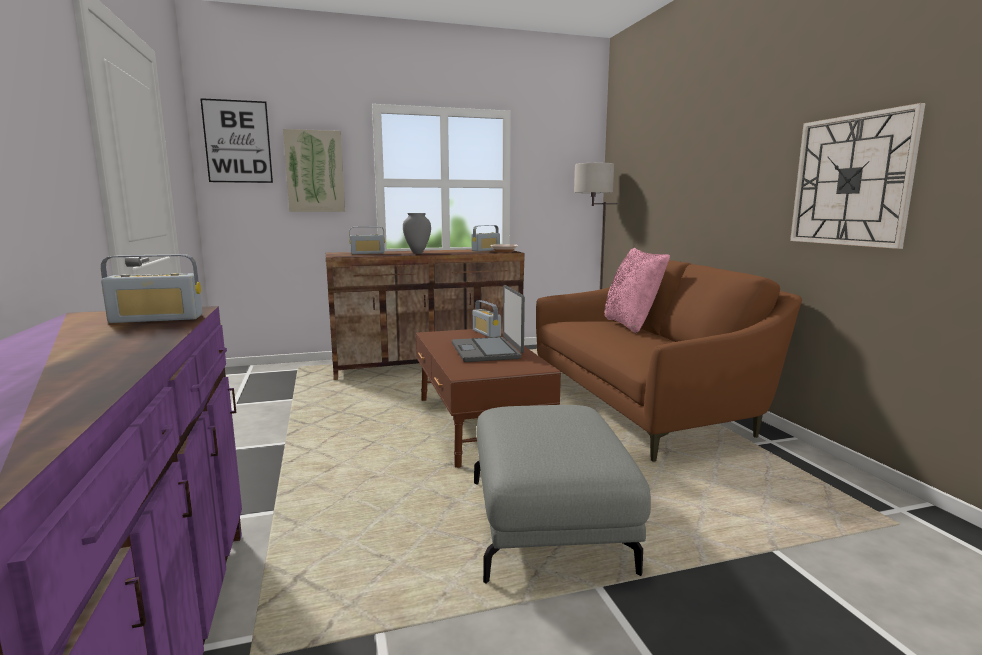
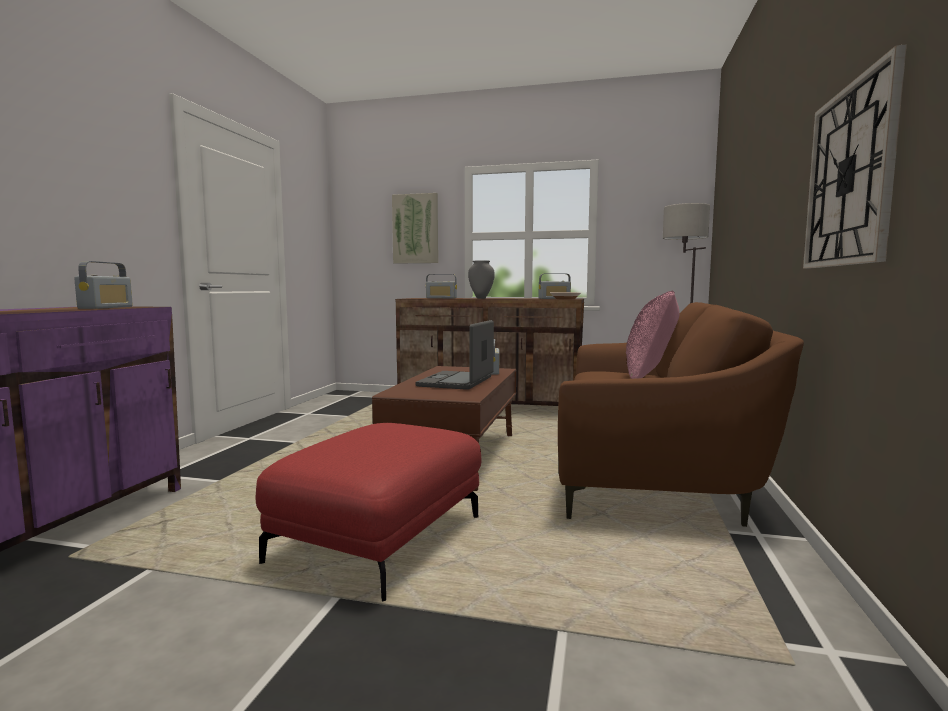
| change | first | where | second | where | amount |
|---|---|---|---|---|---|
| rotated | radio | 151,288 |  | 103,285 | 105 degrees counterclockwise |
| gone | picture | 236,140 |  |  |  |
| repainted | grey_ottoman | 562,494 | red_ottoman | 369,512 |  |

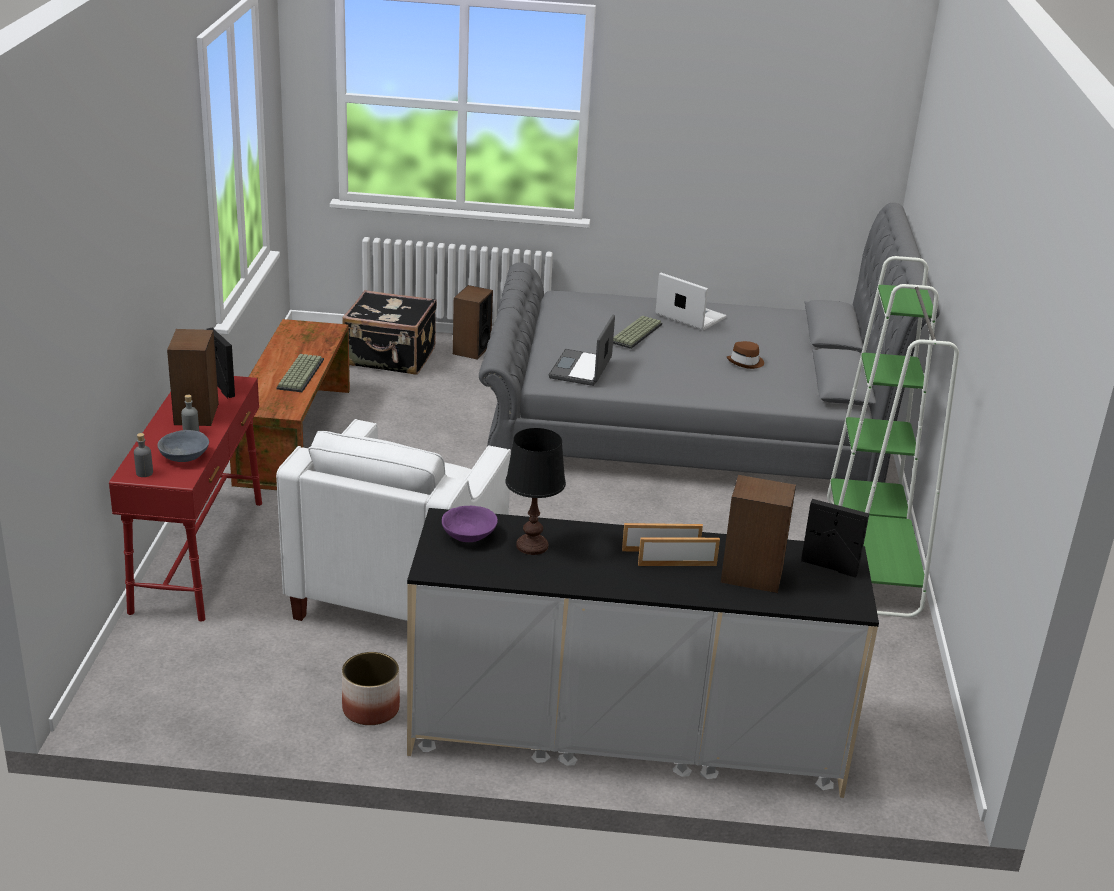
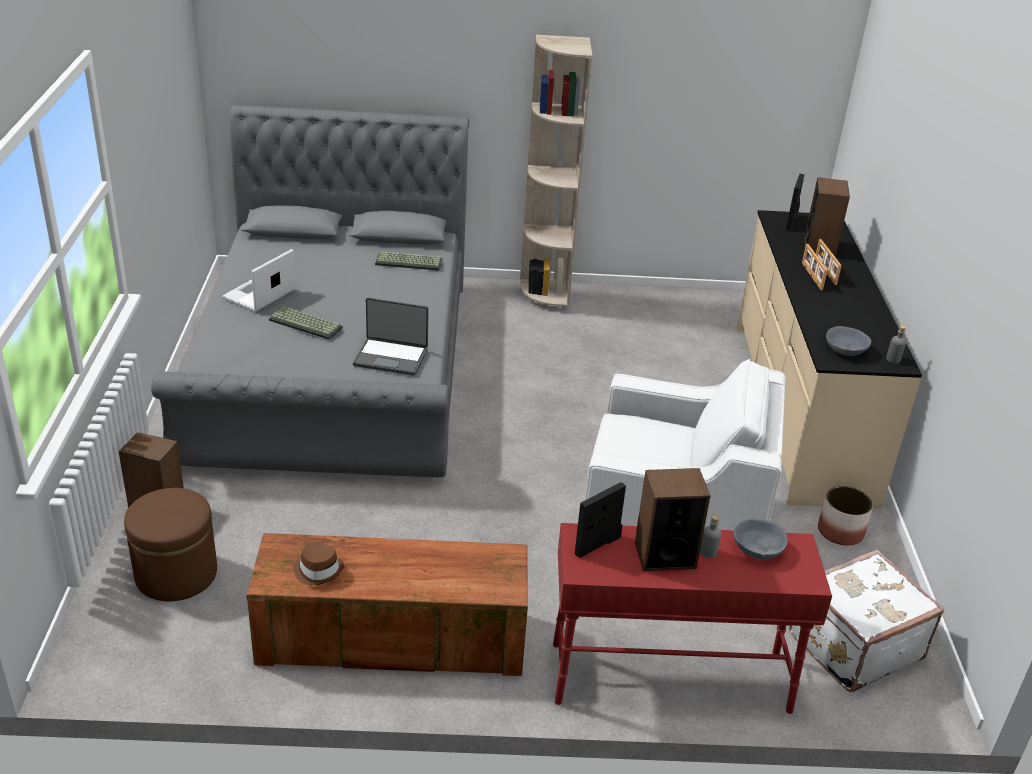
| change | first | where | second | where | amount |
|---|---|---|---|---|---|
| shifted | grey_bottle | 143,455 |  | 896,344 |  |
| shifted | keyboard | 300,373 |  | 408,261 |  |
| swapped | black_suitcase | 389,332 | brown_ottoman | 170,544 |  |
| repainted | purple_bowl | 470,524 | grey_bowl | 848,341 |  |
| gone | black_table_lamp | 535,491 |  |  |  |
| shifted | brown_hat | 745,355 |  | 318,564 |  |
| swapped | green_clothes_rack | 893,437 | beige_bookcase | 556,172 |  |
| new |  |  | white_suitcase | 866,620 |  |

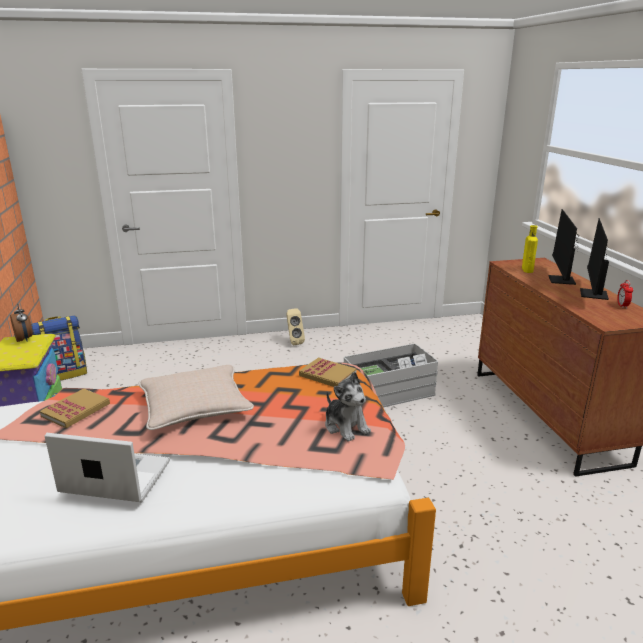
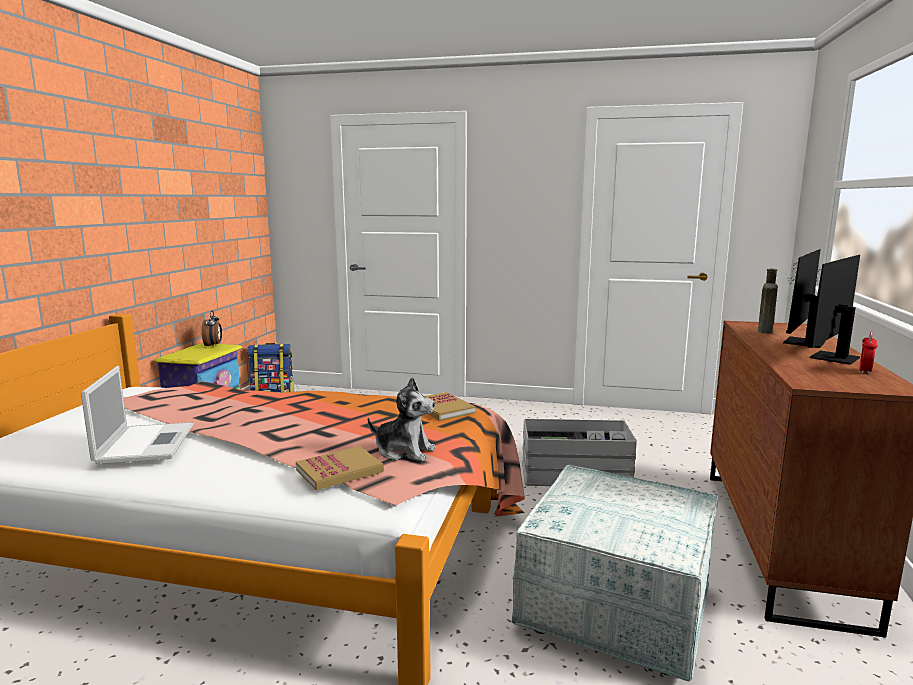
| change | first | where | second | where | amount |
|---|---|---|---|---|---|
| shifted | book | 75,408 |  | 340,468 |  |
| rotated | laptop | 107,468 |  | 137,415 | 45 degrees clockwise |
| gone | beige_pillow | 196,397 |  |  |  |
| gone | beige_speaker | 295,326 |  |  |  |
| rotated | plush_toy | 348,407 |  | 402,419 | 60 degrees counterclockwise |
| repainted | yellow_bottle | 530,249 | brown_bottle | 768,301 |  |
| new |  |  | white_ottoman | 615,573 |  |

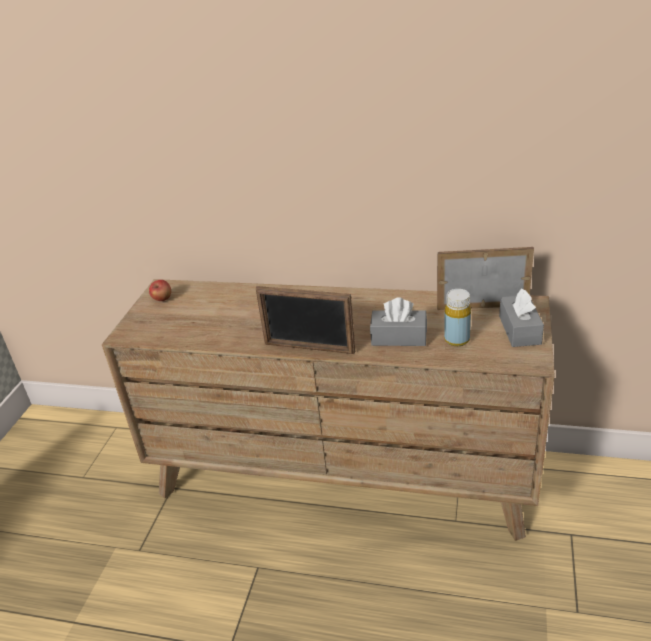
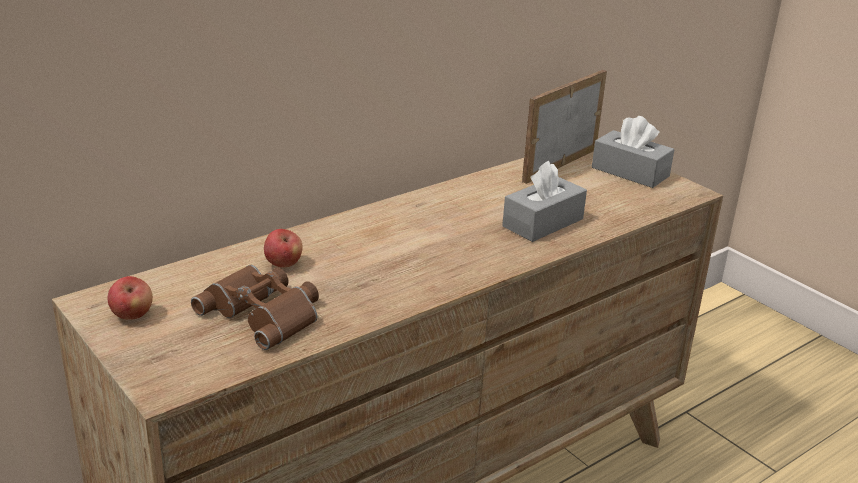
| change | first | where | second | where | amount |
|---|---|---|---|---|---|
| gone | picture_frame | 305,320 |  |  |  |
| gone | yellow_bottle | 457,317 |  |  |  |
| new |  |  | brown_binoculars | 255,307 |  |
| new |  |  | apple | 283,248 |  |

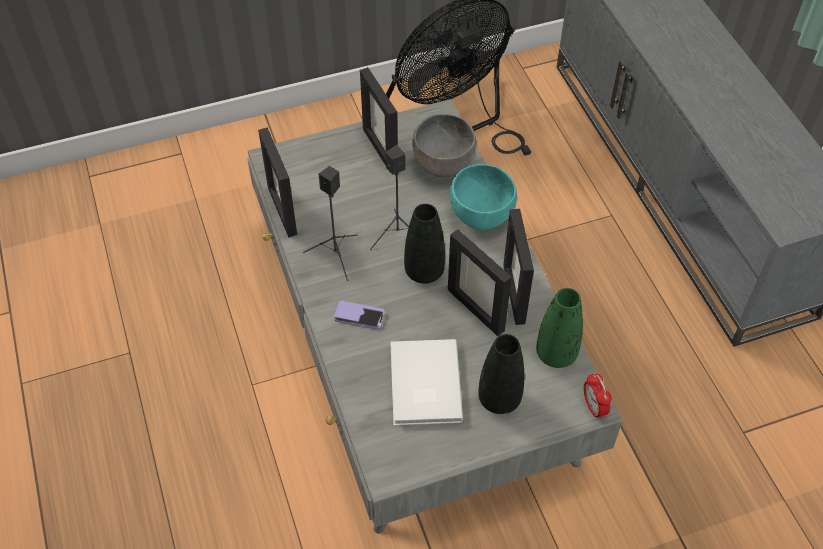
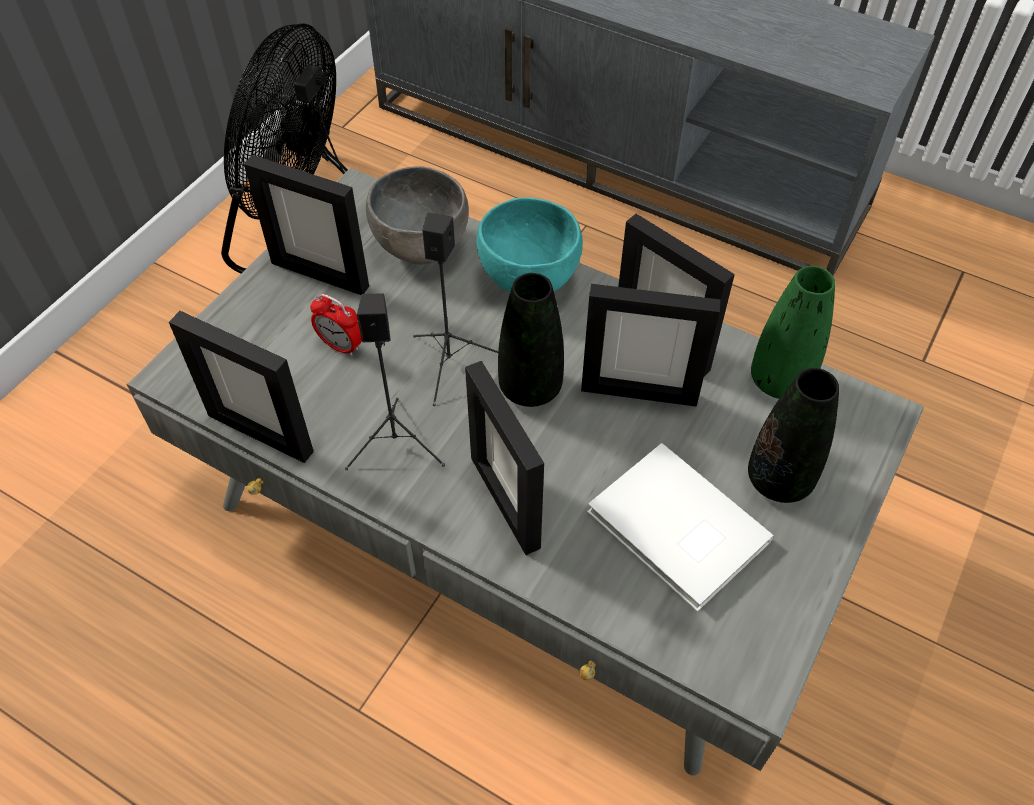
| change | first | where | second | where | amount |
|---|---|---|---|---|---|
| swapped | phone | 359,315 | picture_frame | 504,458 |  |
| shifted | alarm_clock | 598,396 |  | 336,325 |  |

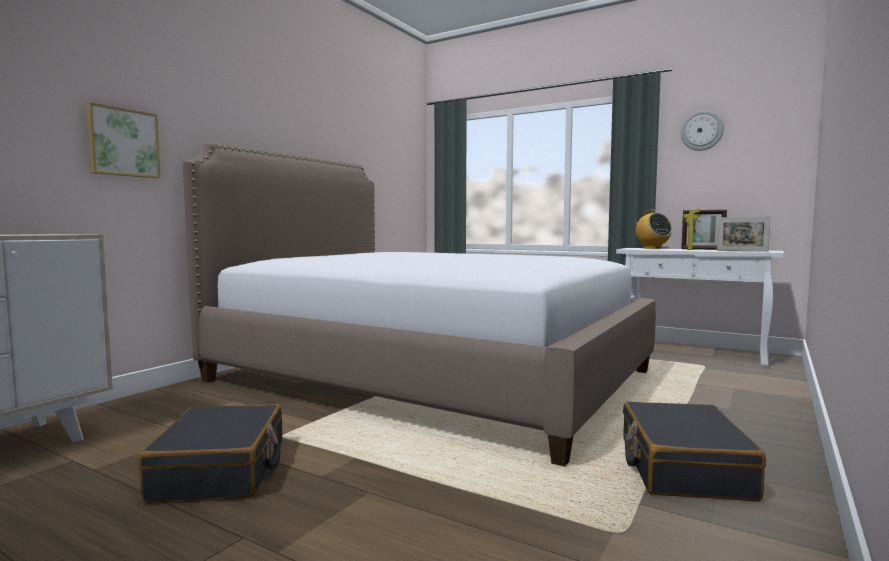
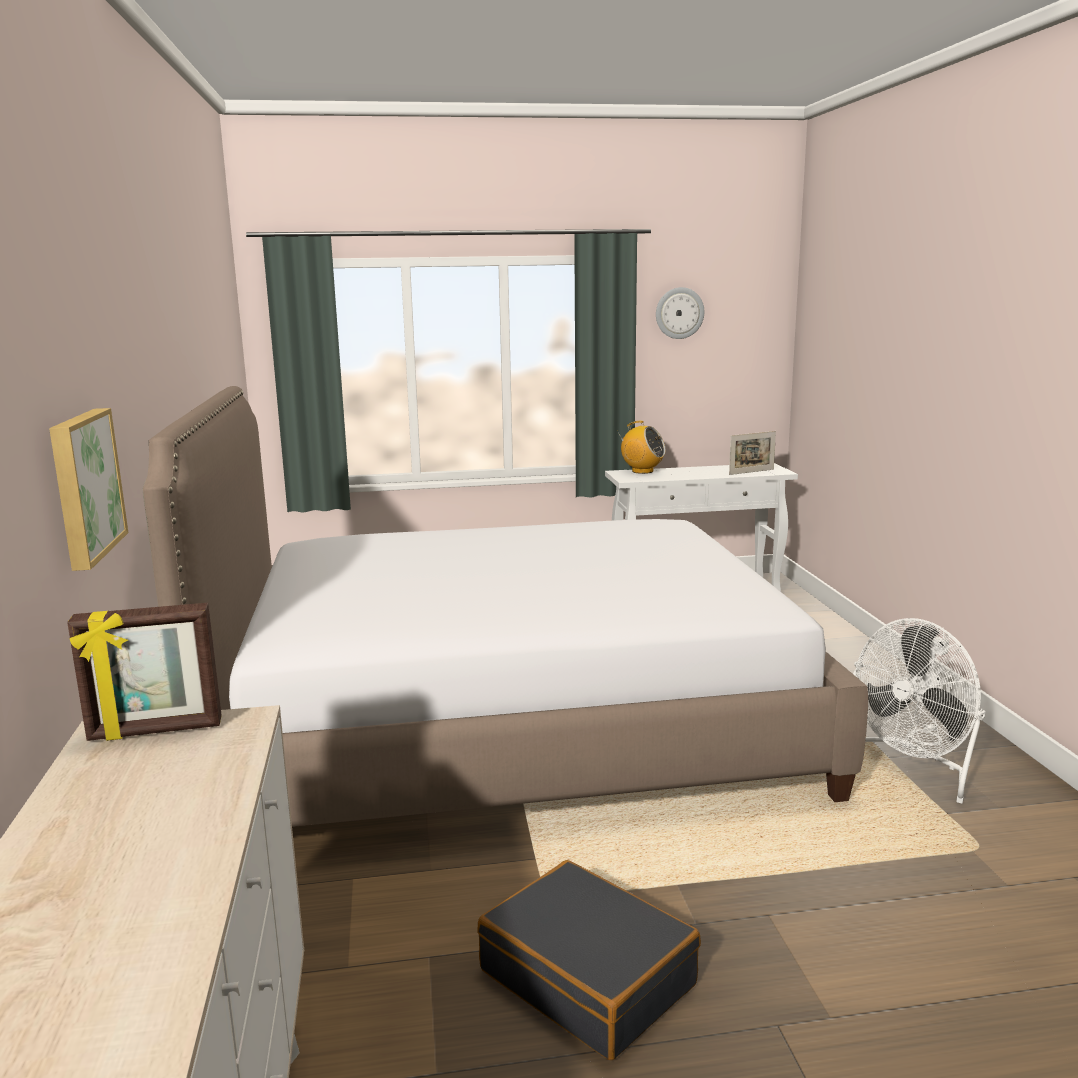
| change | first | where | second | where | amount |
|---|---|---|---|---|---|
| swapped | black_suitcase | 694,451 | white_fan | 919,711 |  |
| shifted | picture_frame | 704,229 |  | 144,672 |  |

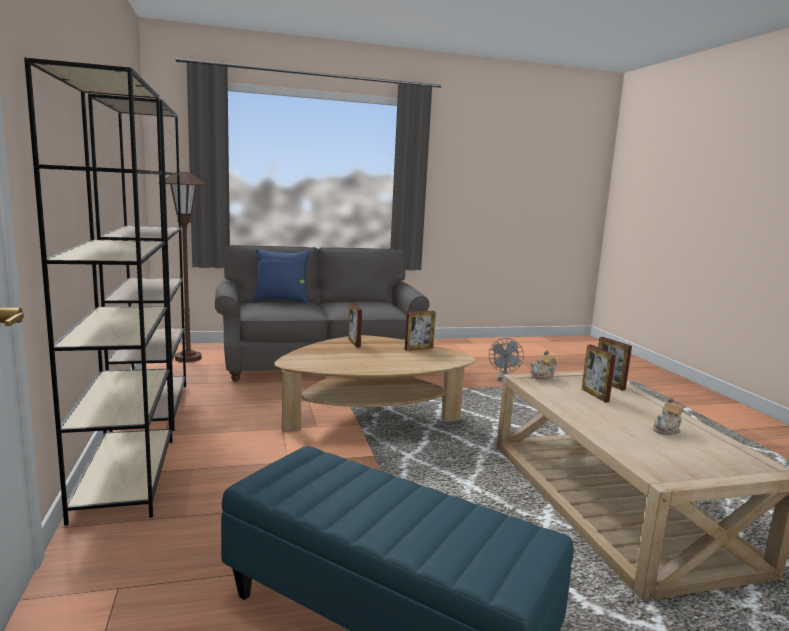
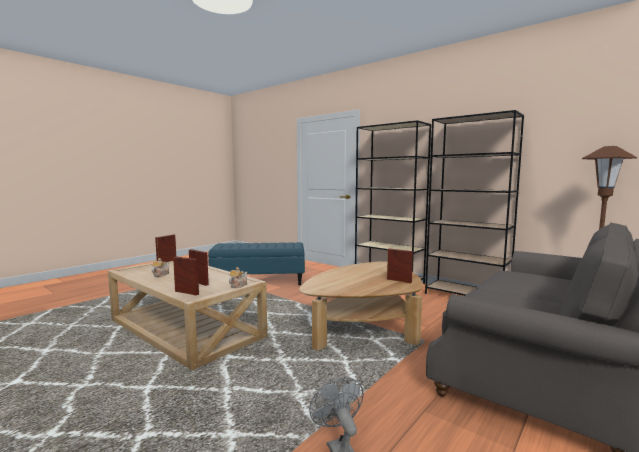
| change | first | where | second | where | amount |
|---|---|---|---|---|---|
| gone | blue_pillow | 282,276 |  |  |  |
| shifted | picture_frame | 420,331 |  | 165,249 |  |

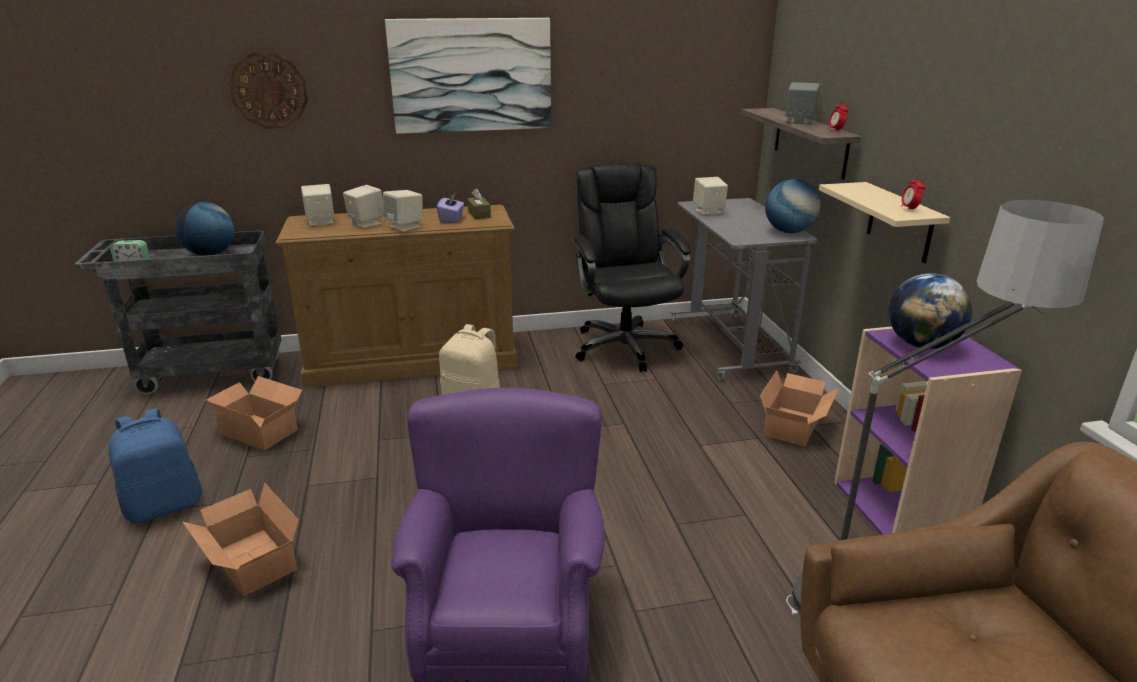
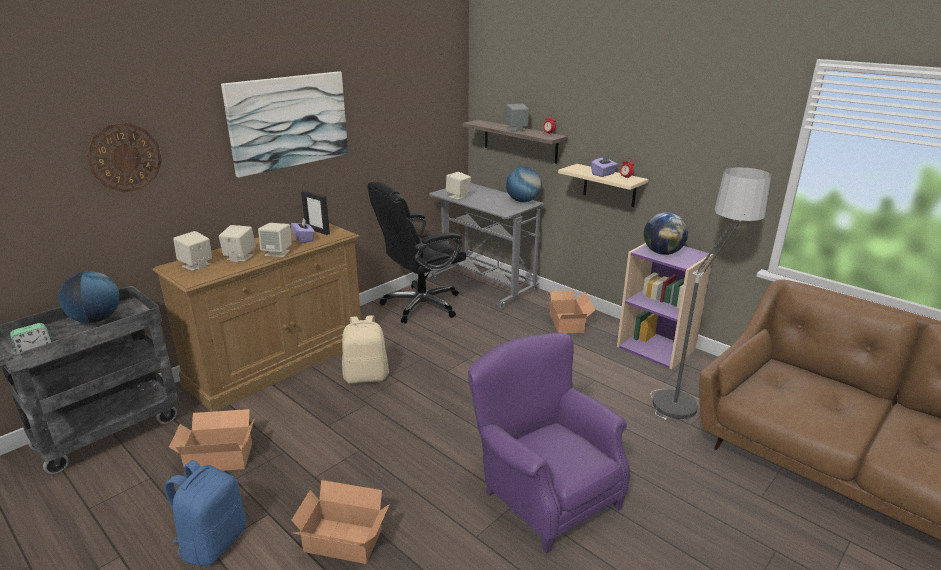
| change | first | where | second | where | amount |
|---|---|---|---|---|---|
| swapped | brown_tissue_box | 479,203 | picture_frame | 315,212 |  |
| rotated | black_office_chair | 631,267 |  | 416,253 | 75 degrees counterclockwise |
| new |  |  | purple_tissue_box | 604,166 |  |

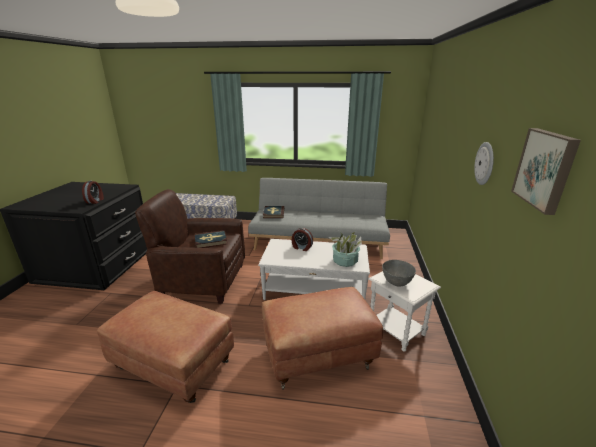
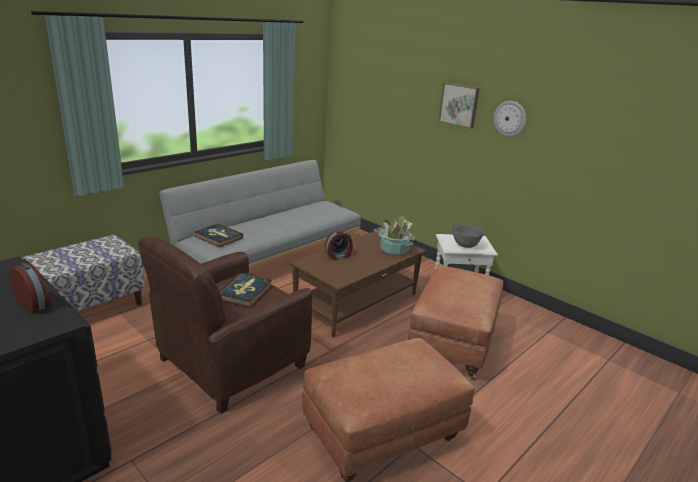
| change | first | where | second | where | amount |
|---|---|---|---|---|---|
| repainted | white_coffee_table | 314,269 | brown_coffee_table | 357,284 |  |
| shifted | picture | 546,171 |  | 459,106 |  |

